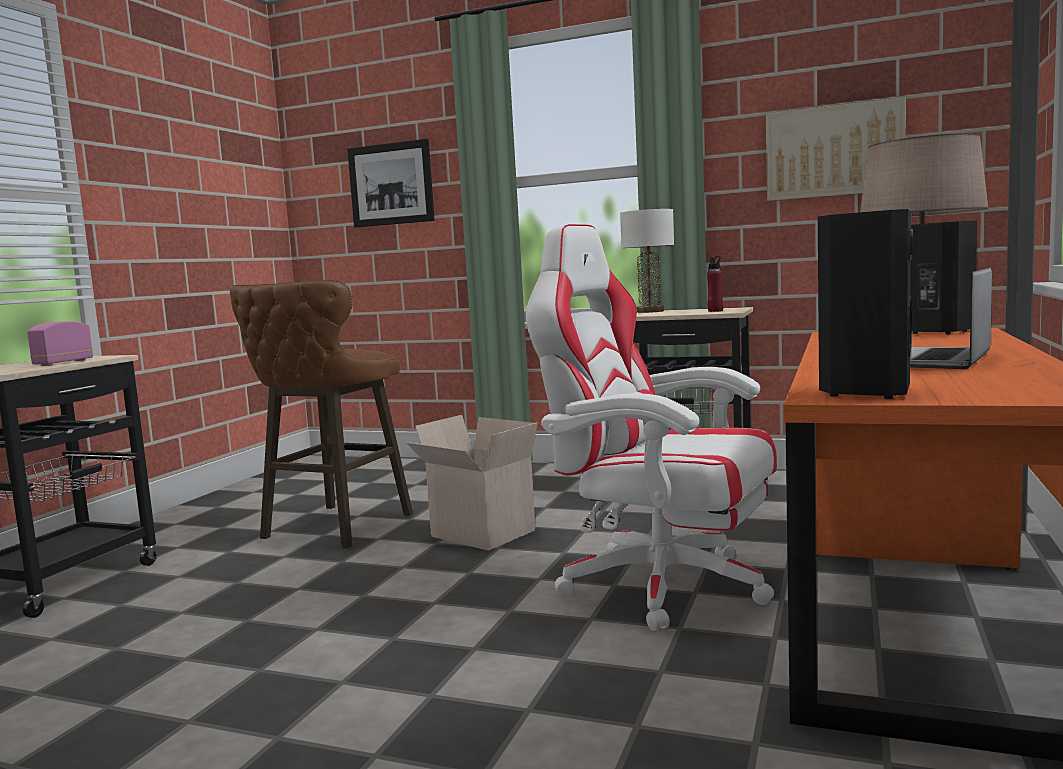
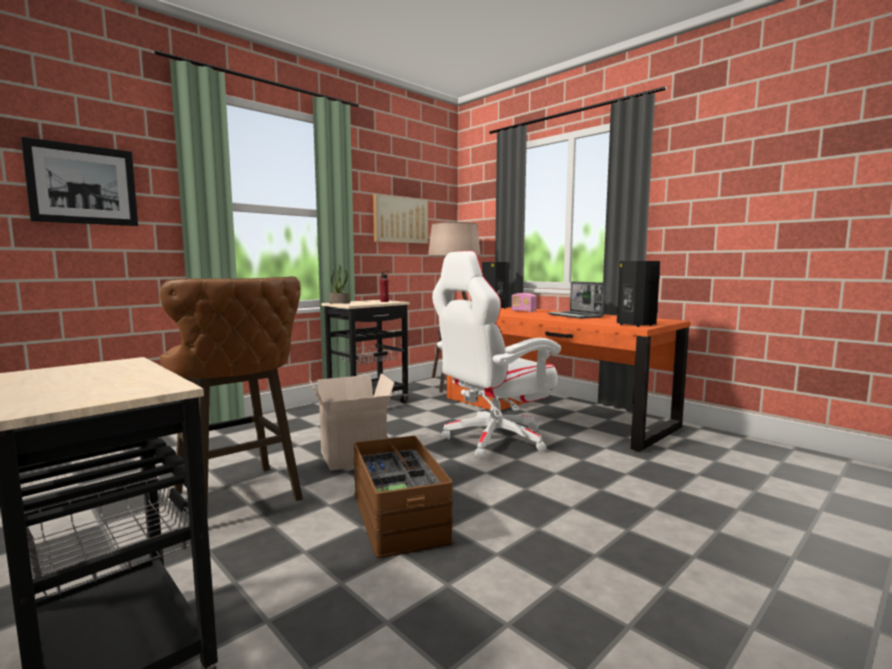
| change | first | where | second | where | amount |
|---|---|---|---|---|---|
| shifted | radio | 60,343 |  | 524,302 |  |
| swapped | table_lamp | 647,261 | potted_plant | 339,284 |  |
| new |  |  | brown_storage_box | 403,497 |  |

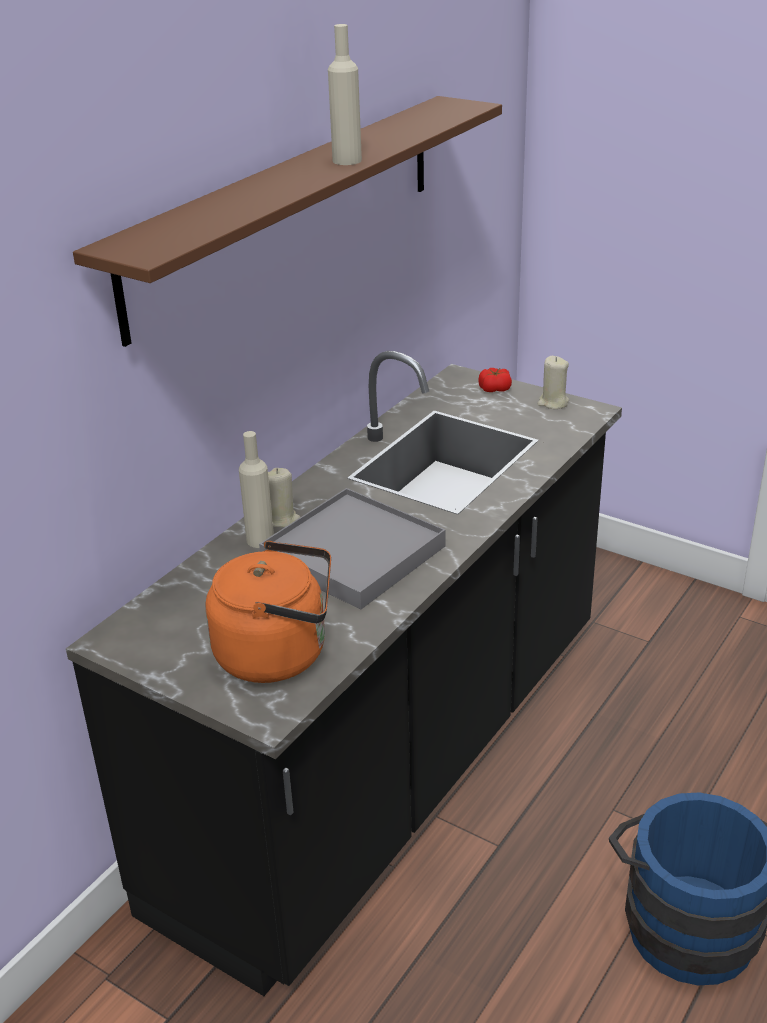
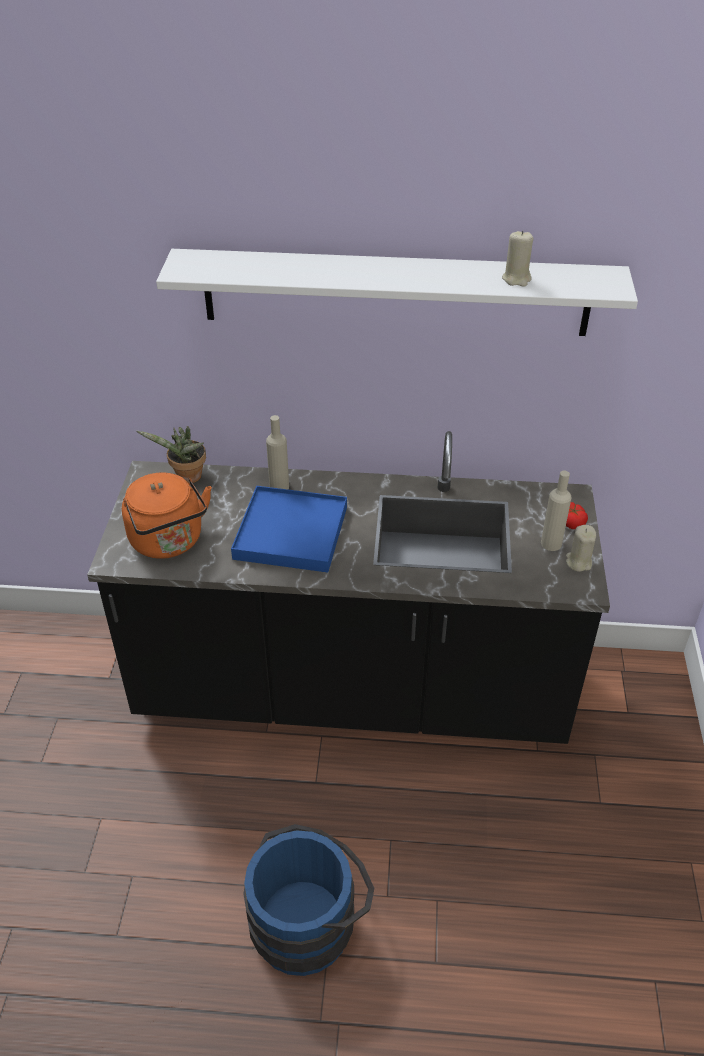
| change | first | where | second | where | amount |
|---|---|---|---|---|---|
| repainted | brown_shelf | 287,221 | white_shelf | 397,292 |  |
| repainted | grey_tray | 352,549 | blue_tray | 289,529 |  |
| shifted | beige_candle | 284,497 |  | 517,258 |  |
| shifted | beige_bottle | 345,94 |  | 556,511 |  |
| new |  |  | potted_plant | 171,454 |  |

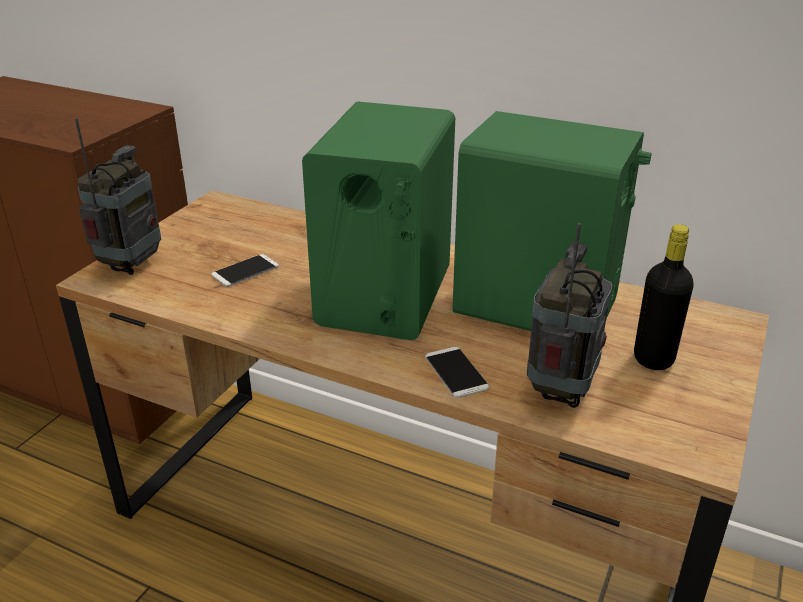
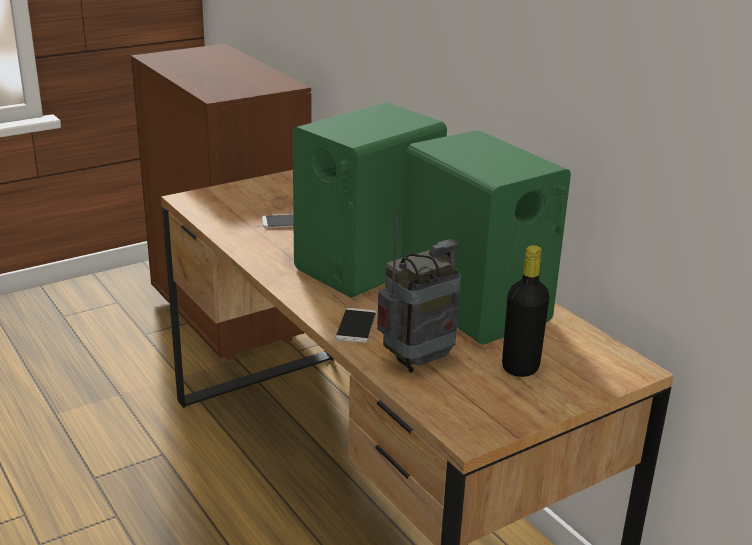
| change | first | where | second | where | amount |
|---|---|---|---|---|---|
| gone | radio | 118,196 |  |  |  |

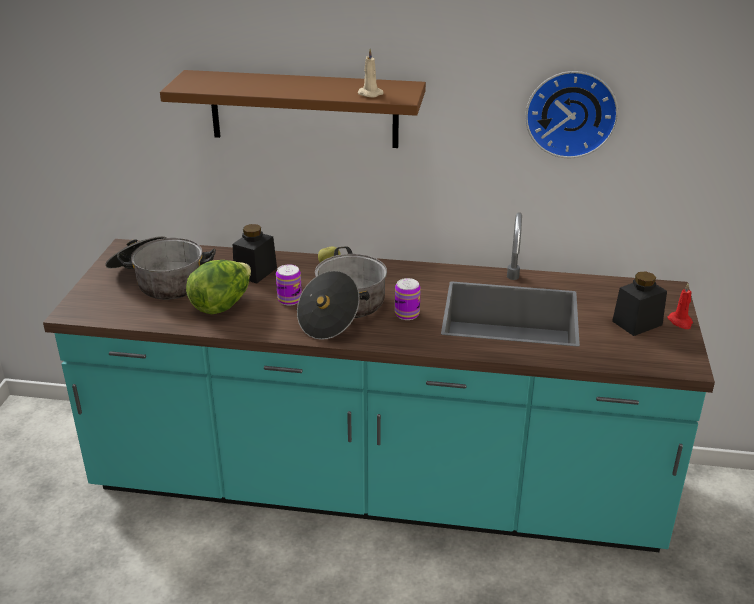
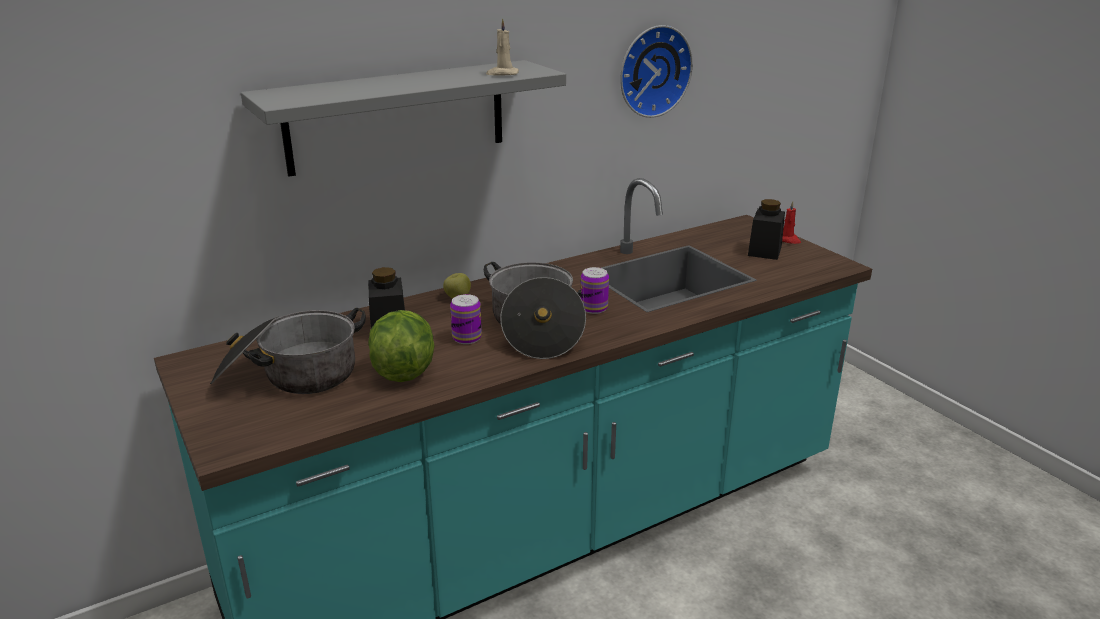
| change | first | where | second | where | amount |
|---|---|---|---|---|---|
| repainted | brown_shelf | 293,109 | grey_shelf | 403,118 |  |

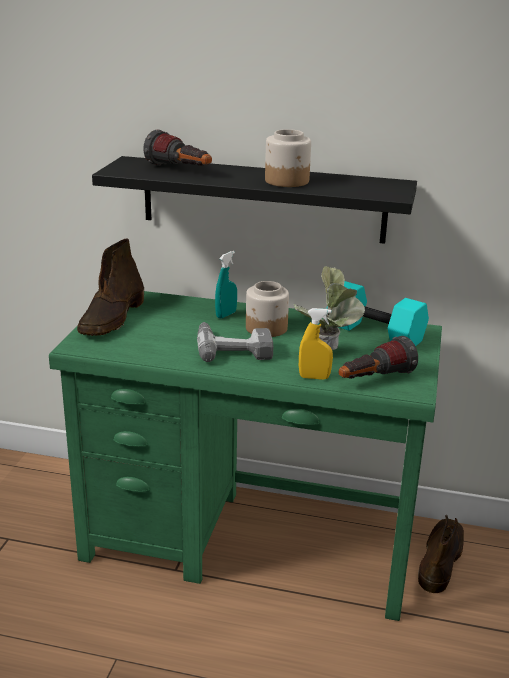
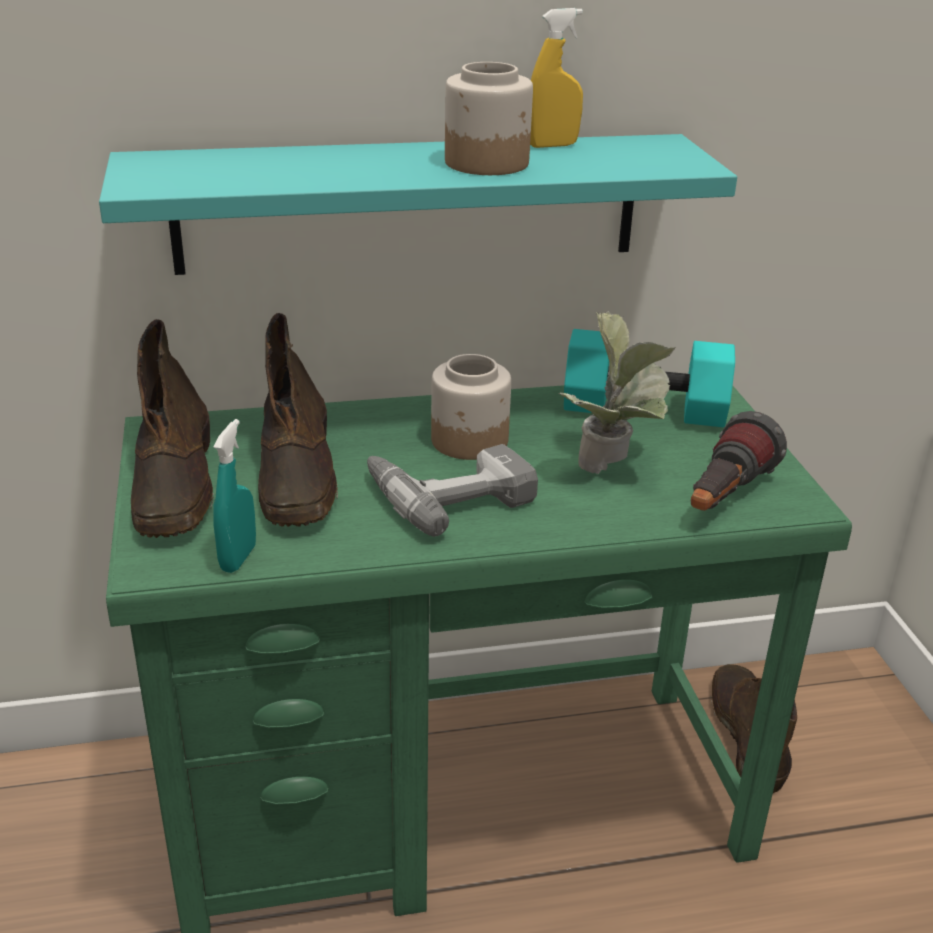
| change | first | where | second | where | amount |
|---|---|---|---|---|---|
| repainted | black_shelf | 254,200 | turquoise_shelf | 418,204 |  |
| gone | flashlight | 177,147 |  |  |  |
| shifted | turquoise_spray_bottle | 226,285 |  | 234,496 |  |
| shifted | yellow_spray_bottle | 316,344 |  | 556,78 |  |
| new |  |  | brown_boot | 298,420 |  |

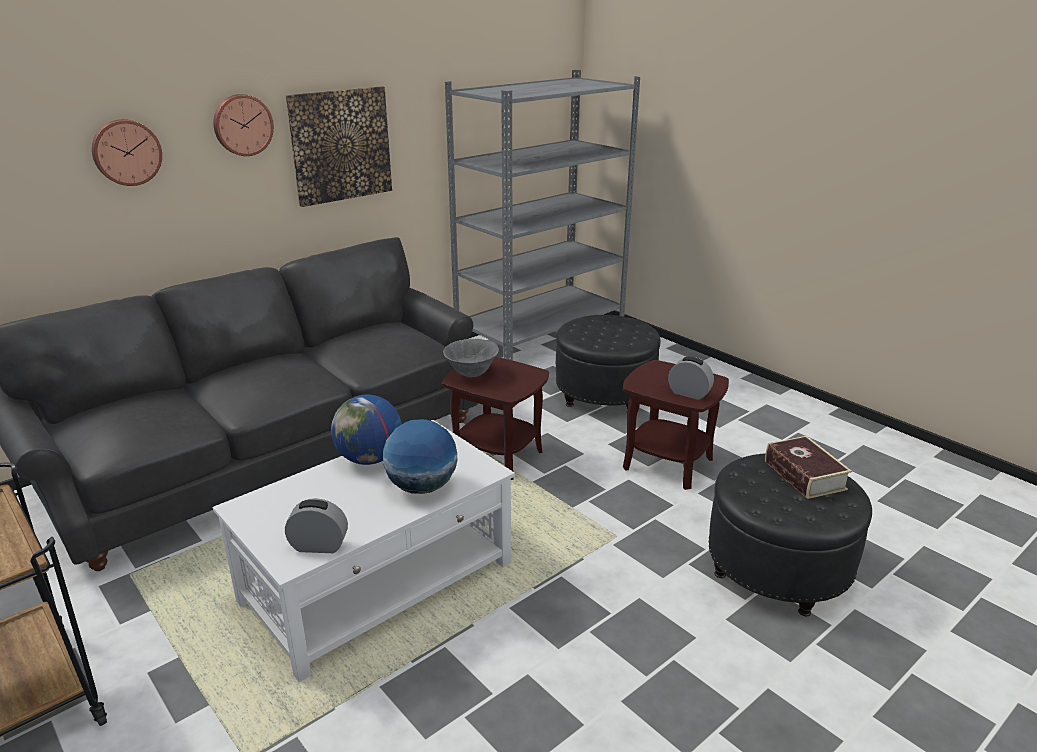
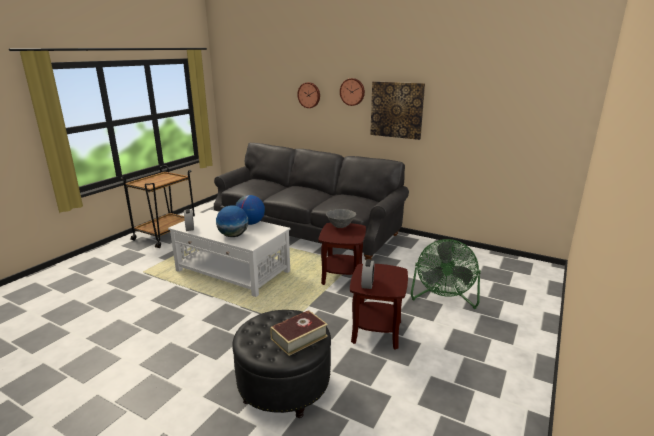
| change | first | where | second | where | amount |
|---|---|---|---|---|---|
| gone | grey_bookcase | 542,215 |  |  |  |
| swapped | black_ottoman | 608,362 | green_fan | 446,274 |  |

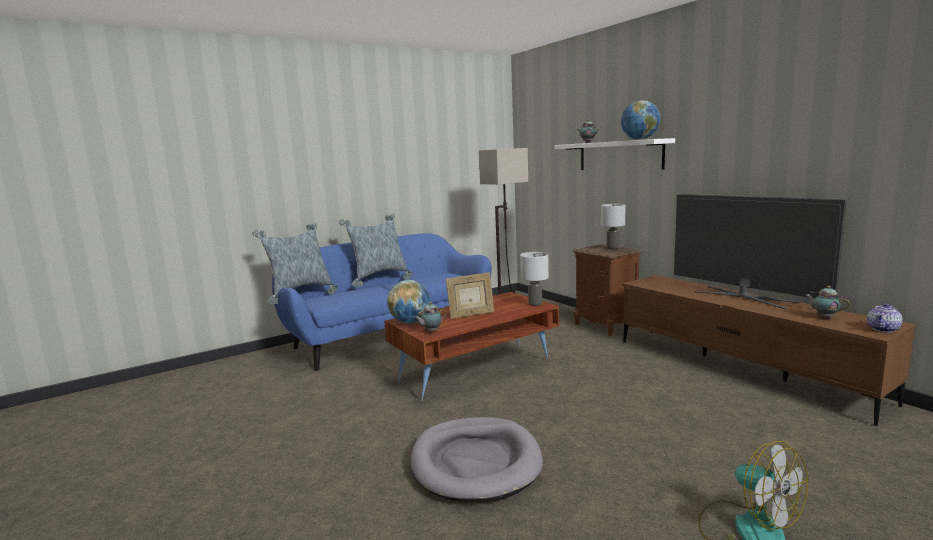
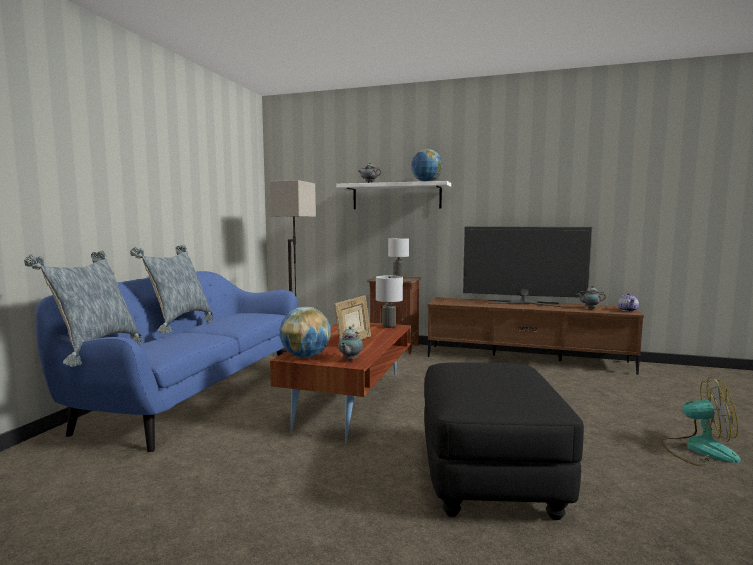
| change | first | where | second | where | amount |
|---|---|---|---|---|---|
| swapped | grey_dog_bed | 477,459 | black_ottoman | 504,441 |  |

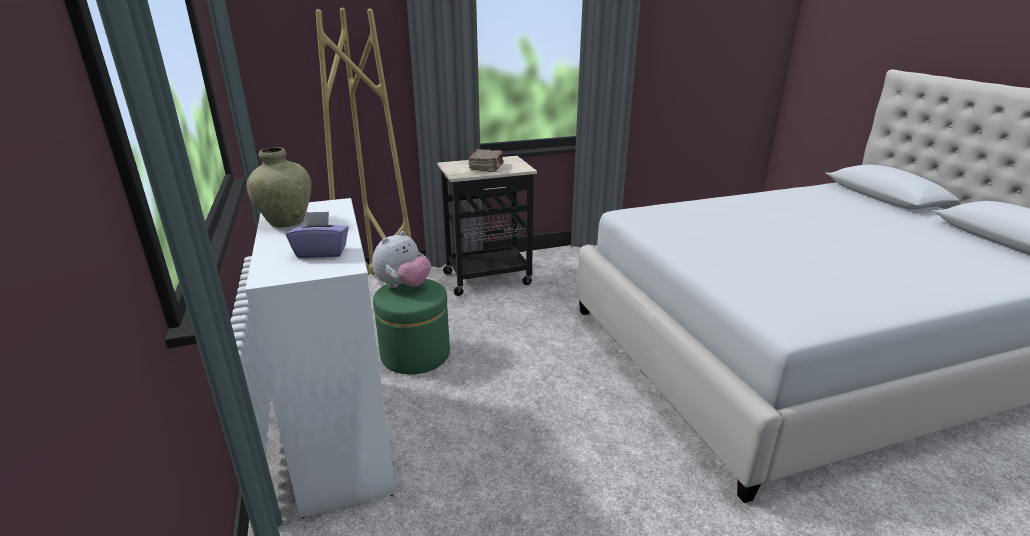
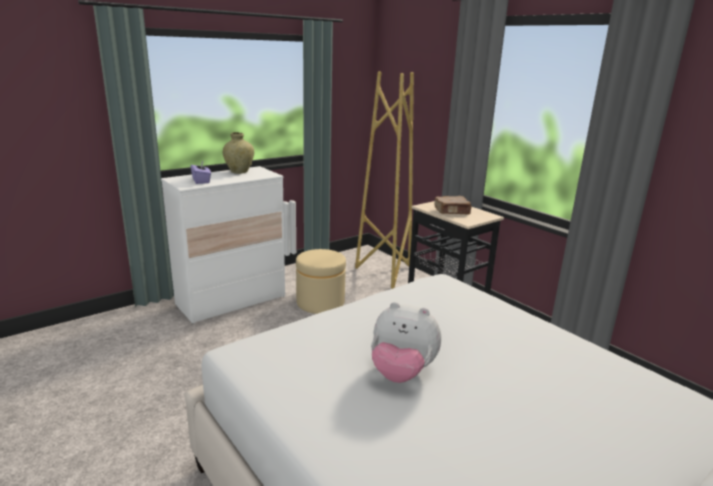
| change | first | where | second | where | amount |
|---|---|---|---|---|---|
| shifted | plush_toy | 401,259 |  | 406,342 |  |
| repainted | green_ottoman | 411,326 | beige_ottoman | 321,281 |  |

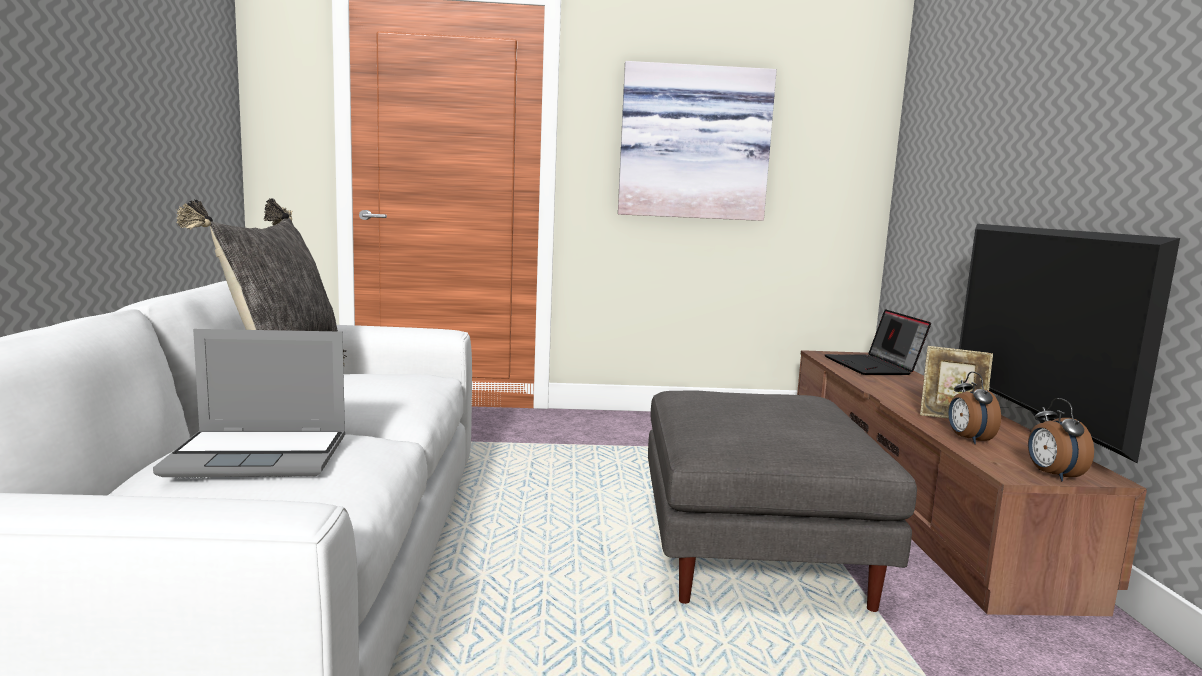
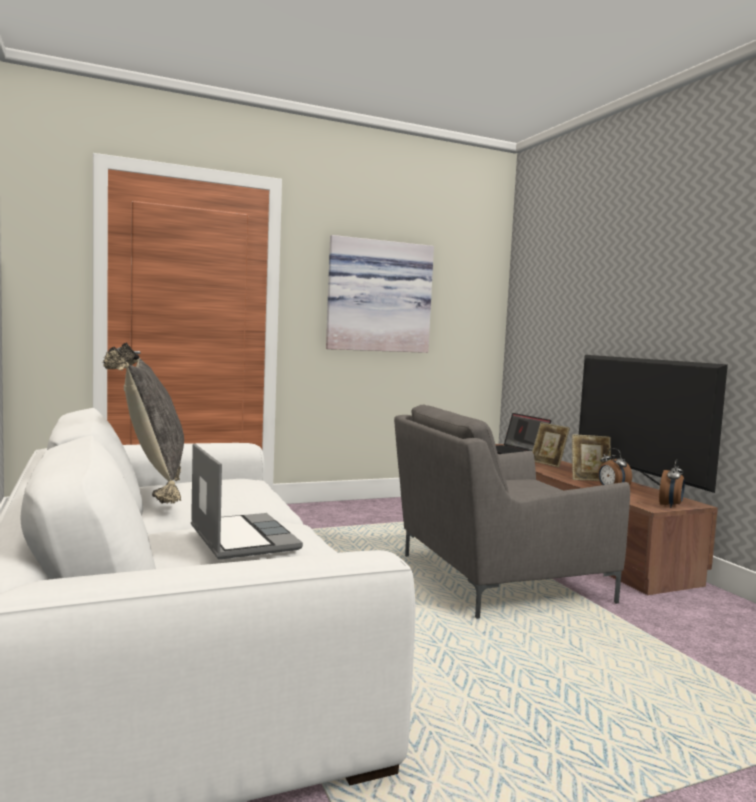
| change | first | where | second | where | amount |
|---|---|---|---|---|---|
| rotated | laptop | 249,403 |  | 247,502 | 90 degrees counterclockwise |
| swapped | grey_ottoman | 782,501 | grey_armchair | 512,511 |  |
| rotated | alarm_clock | 1061,439 |  | 672,483 | 120 degrees counterclockwise |
| new |  |  | picture_frame | 551,444 |  |

